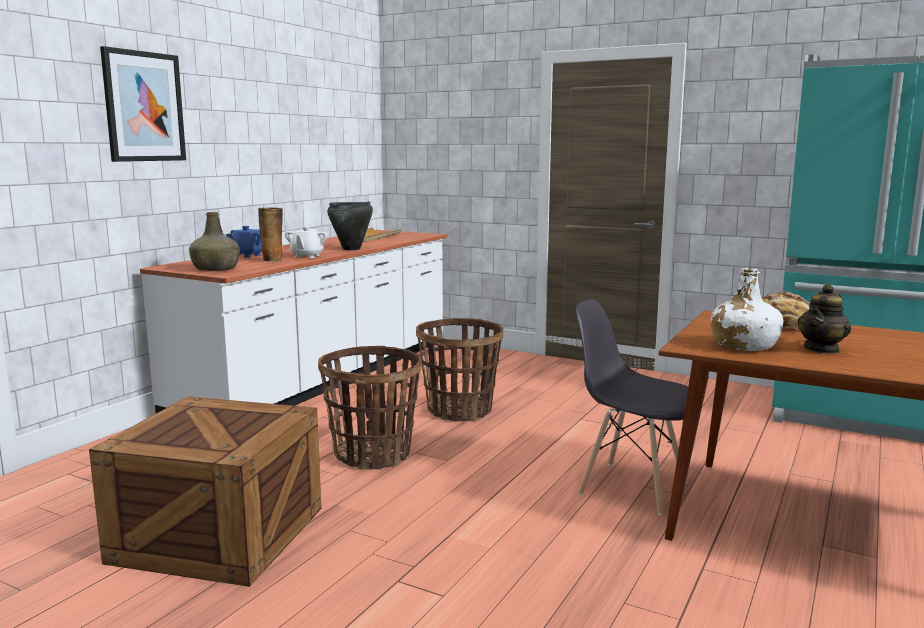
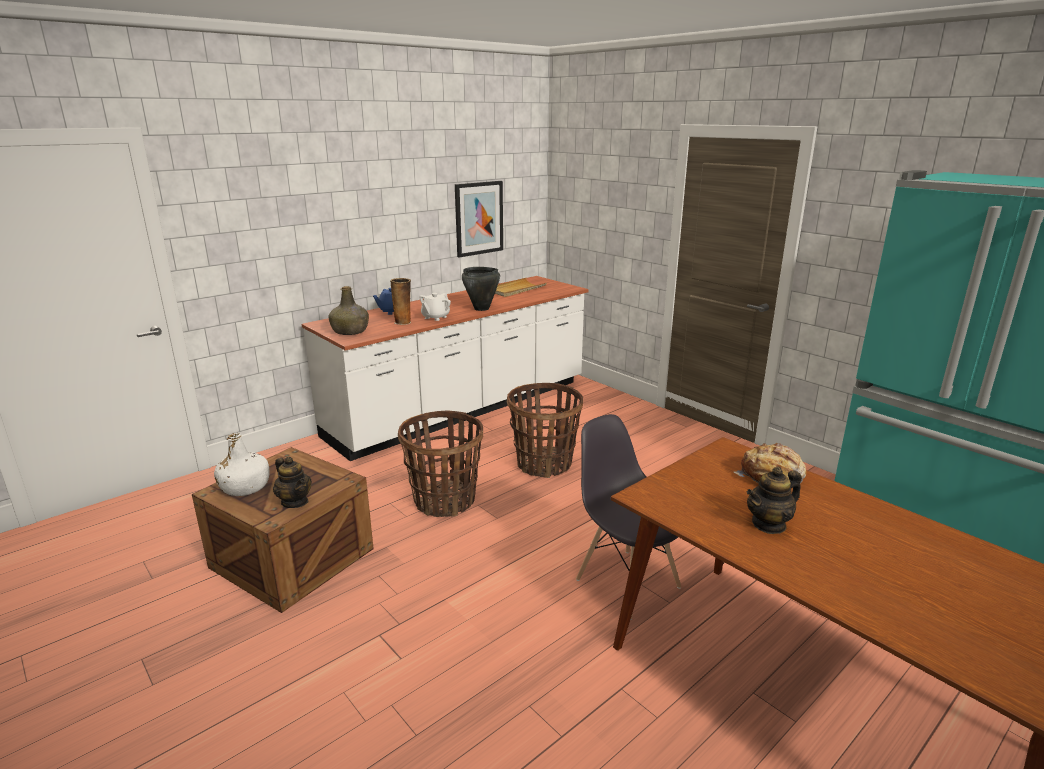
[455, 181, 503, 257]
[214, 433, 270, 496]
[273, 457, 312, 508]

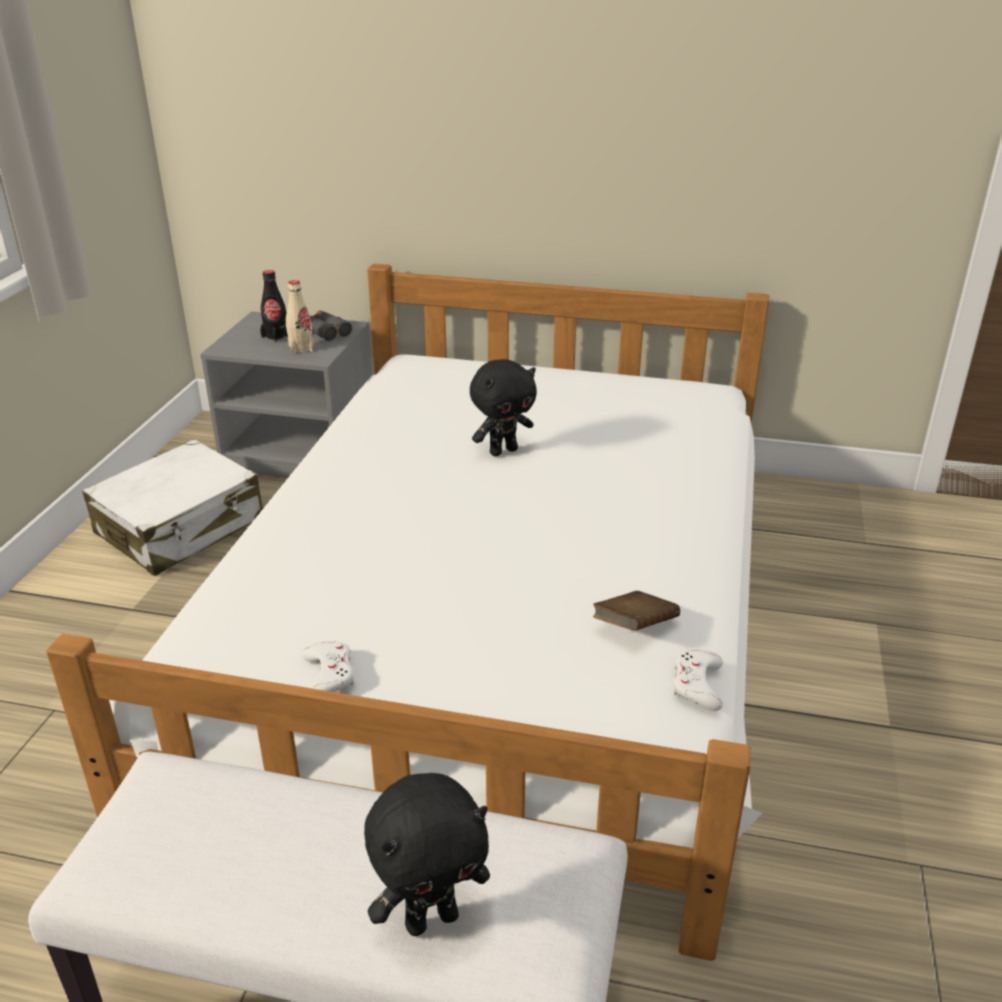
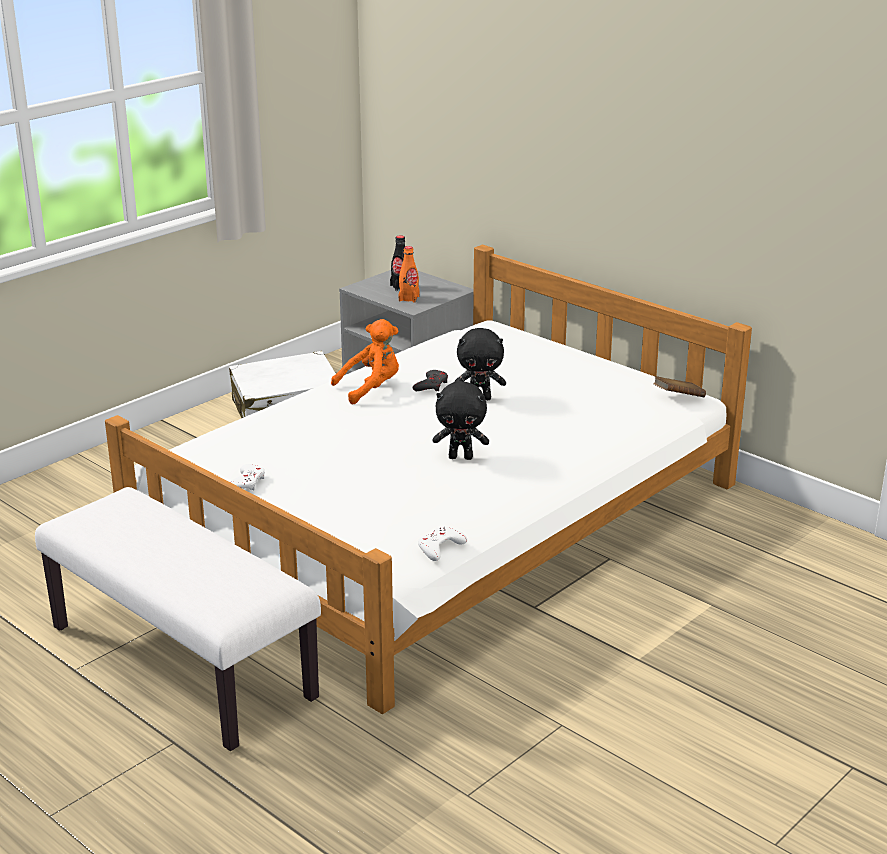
[398, 246, 419, 303]
[310, 310, 352, 341] (first image)
[653, 376, 706, 397]
[433, 381, 489, 460]
[331, 319, 399, 404]
[413, 370, 448, 391]

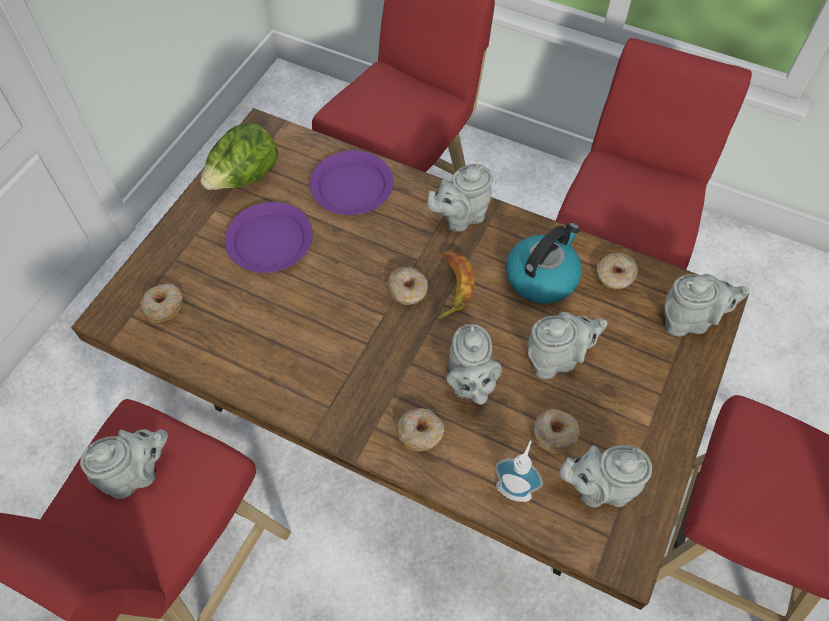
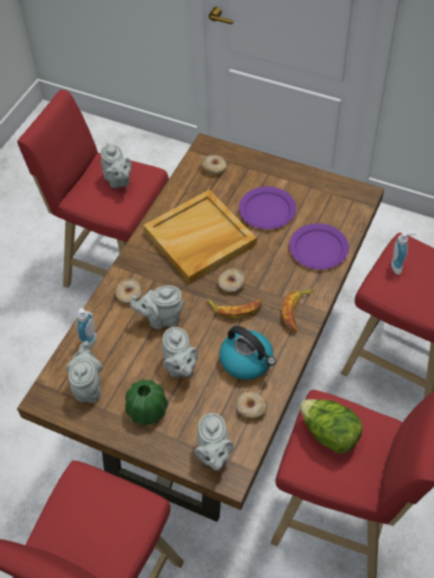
[300, 399, 363, 453]
[282, 289, 314, 333]
[532, 409, 579, 453] (first image)
[143, 190, 257, 284]
[391, 232, 415, 275]
[125, 379, 168, 426]

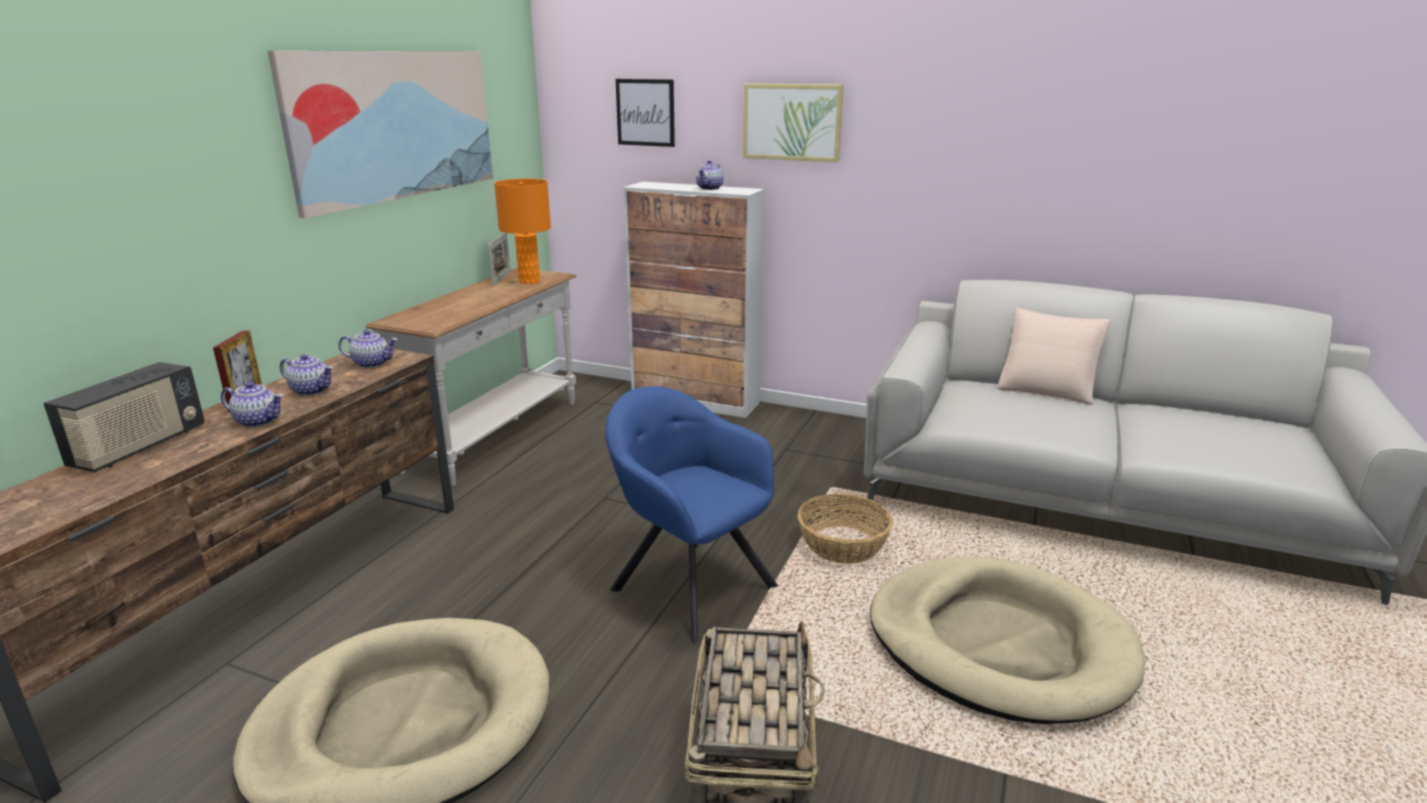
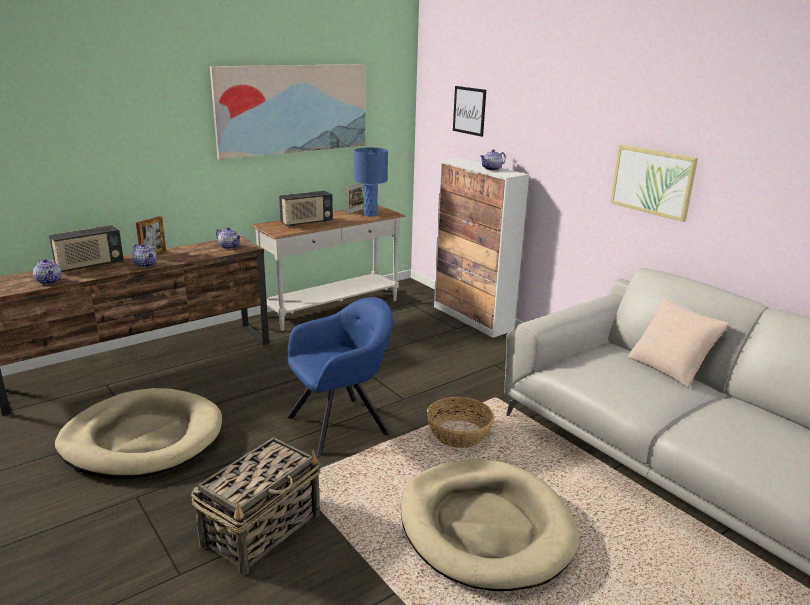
[610, 145, 698, 222]
[354, 147, 388, 217]
[33, 259, 62, 285]
[286, 297, 393, 458]
[279, 191, 333, 226]

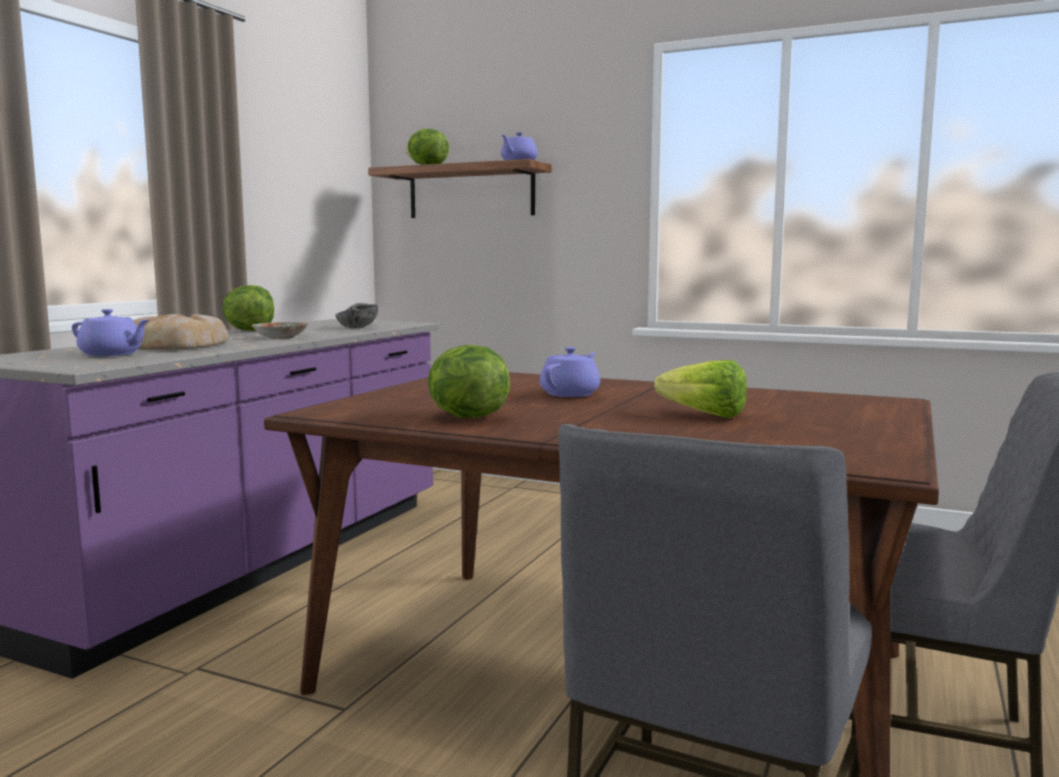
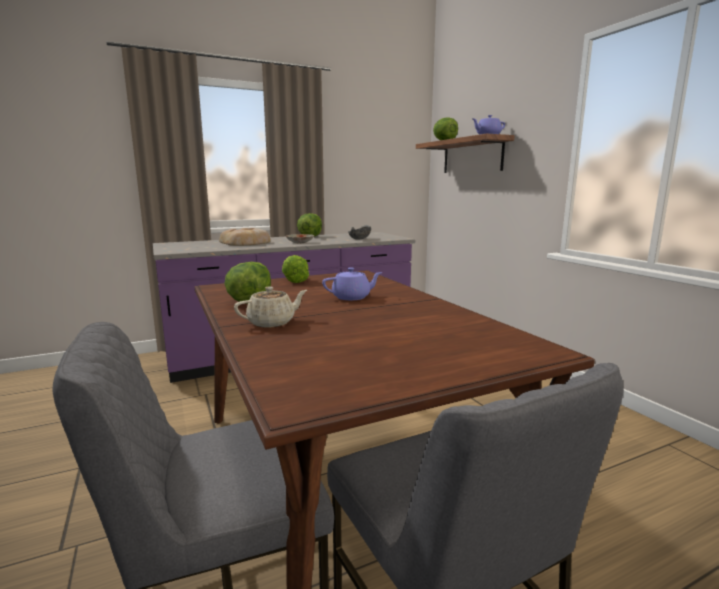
[72, 309, 150, 356] (first image)
[282, 255, 309, 283]
[234, 287, 307, 328]

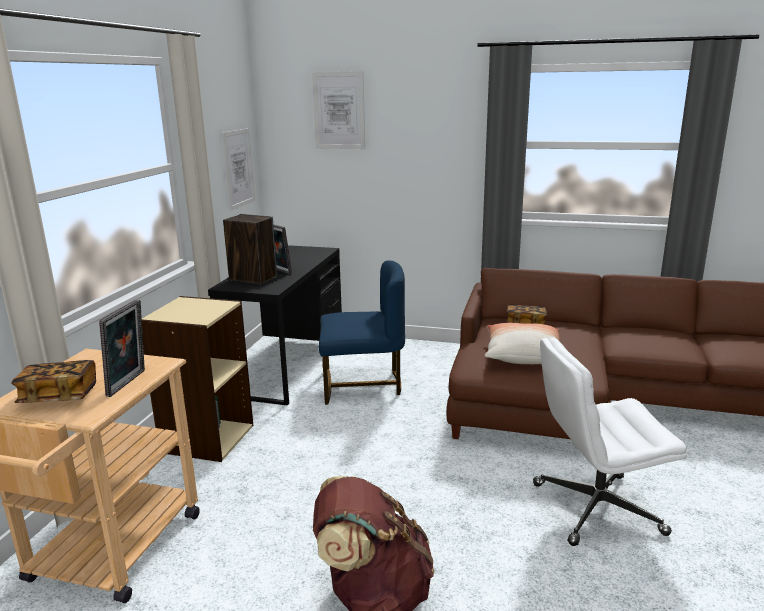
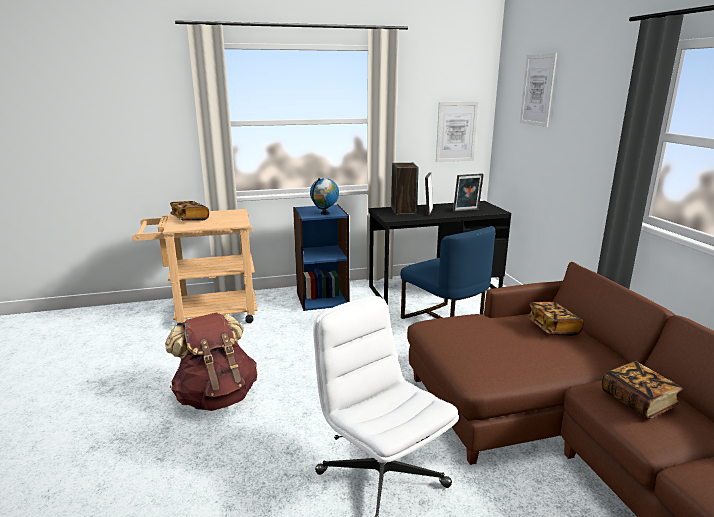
[293, 204, 350, 311]
[453, 173, 484, 212]
[485, 323, 560, 364] (first image)
[310, 178, 339, 215]
[602, 361, 682, 419]

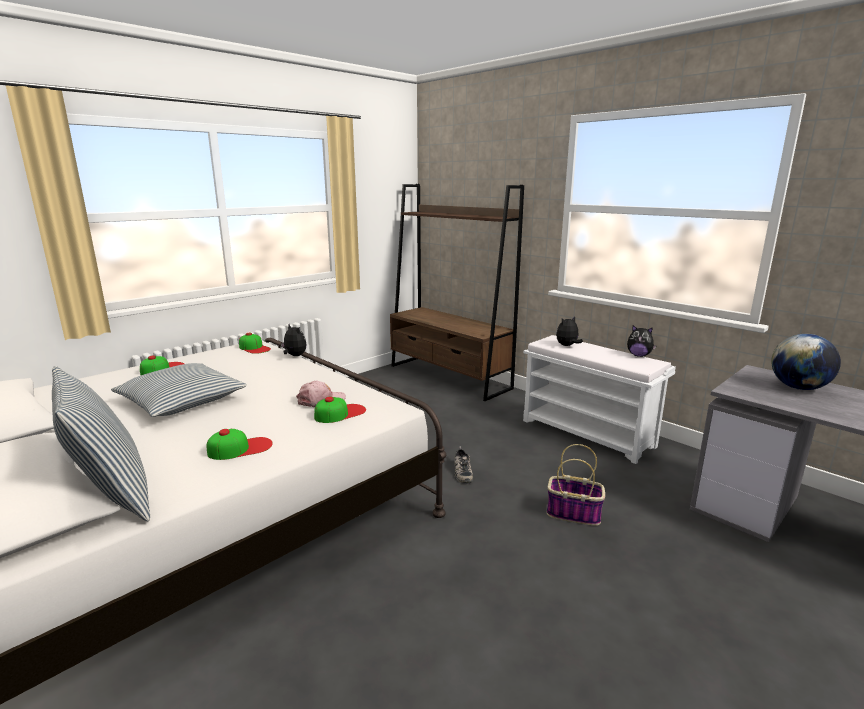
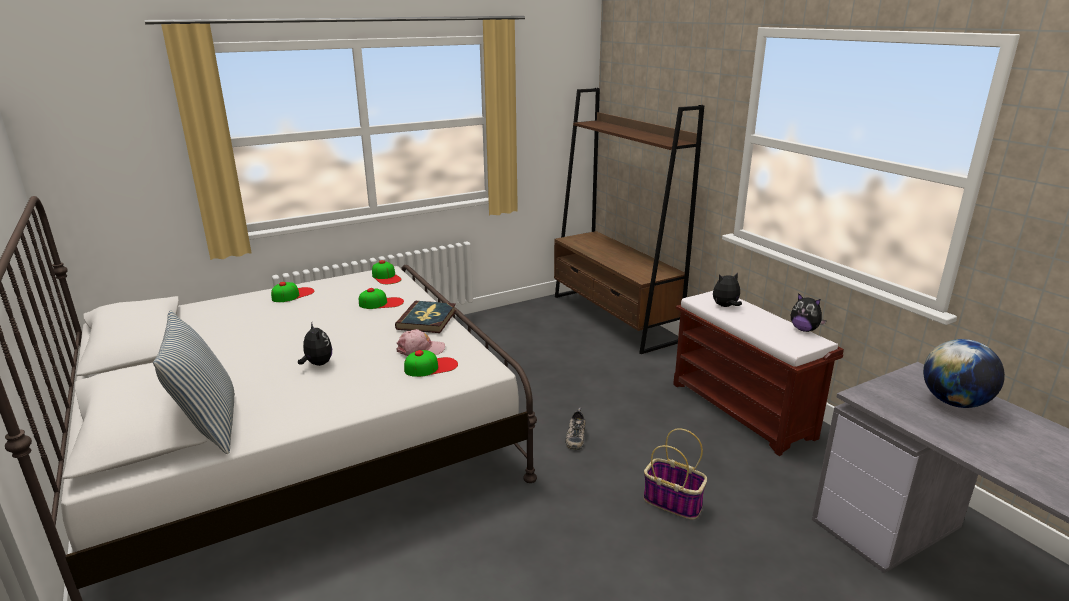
[298, 323, 332, 366]
[673, 291, 844, 456]
[111, 363, 247, 417] (first image)
[359, 288, 404, 309]
[395, 301, 456, 333]

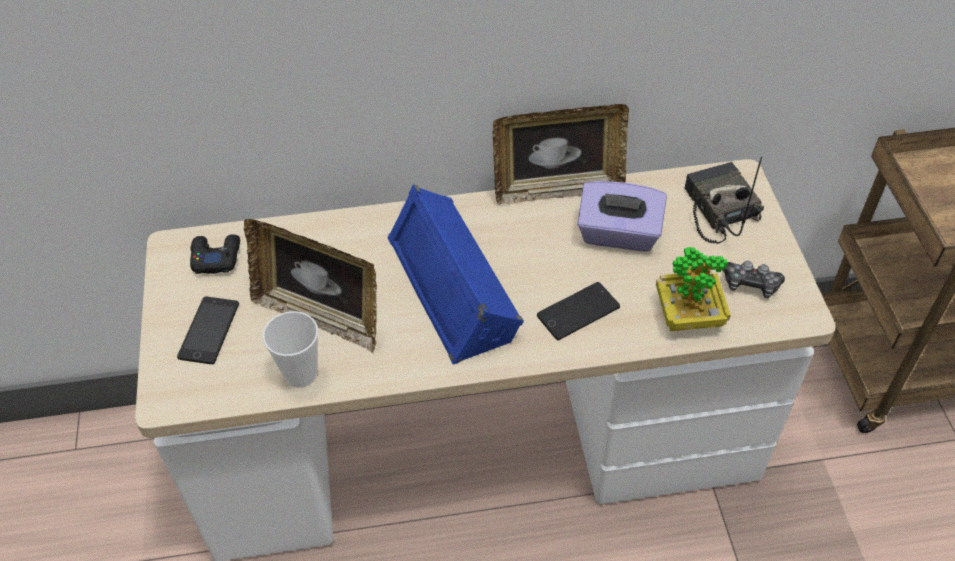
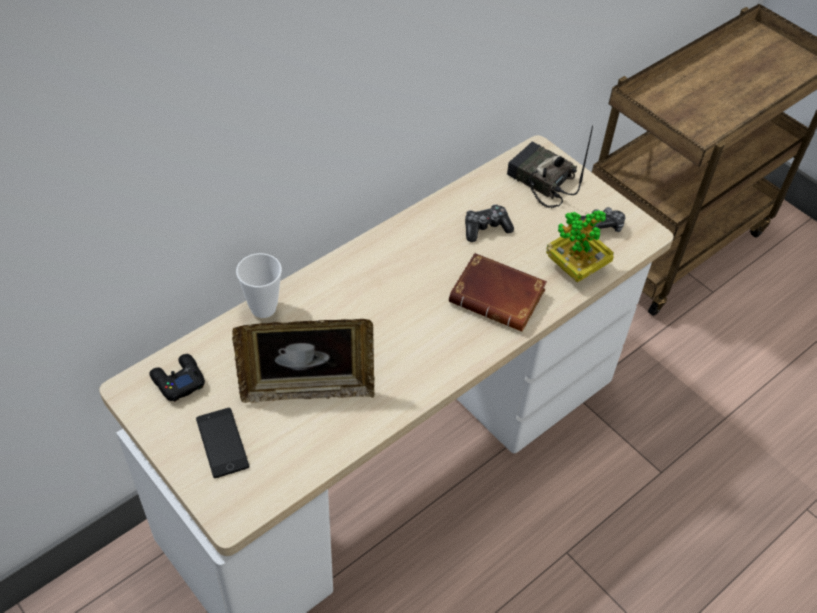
[493, 104, 629, 205] (first image)
[465, 204, 514, 242]
[387, 184, 524, 365] (first image)
[449, 253, 547, 332]
[236, 253, 282, 318]

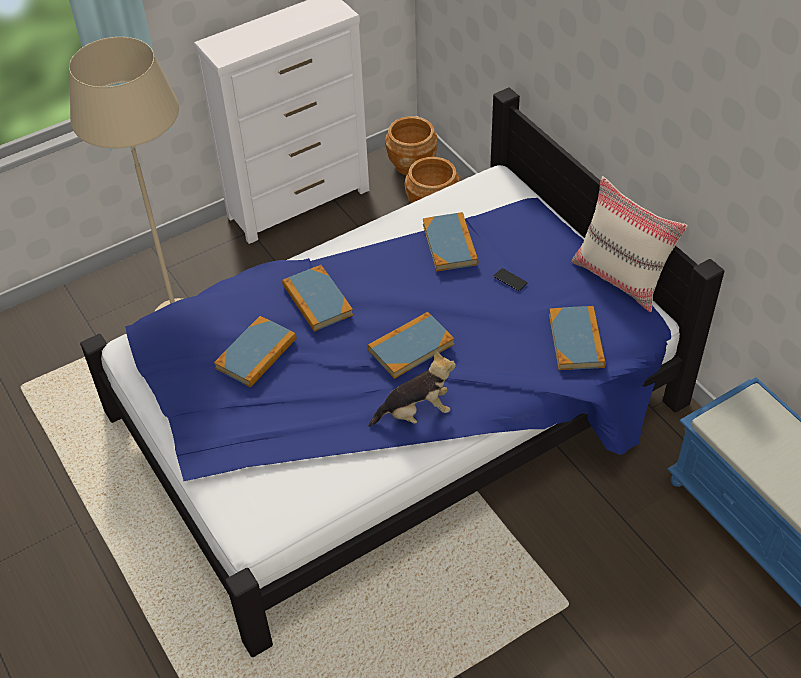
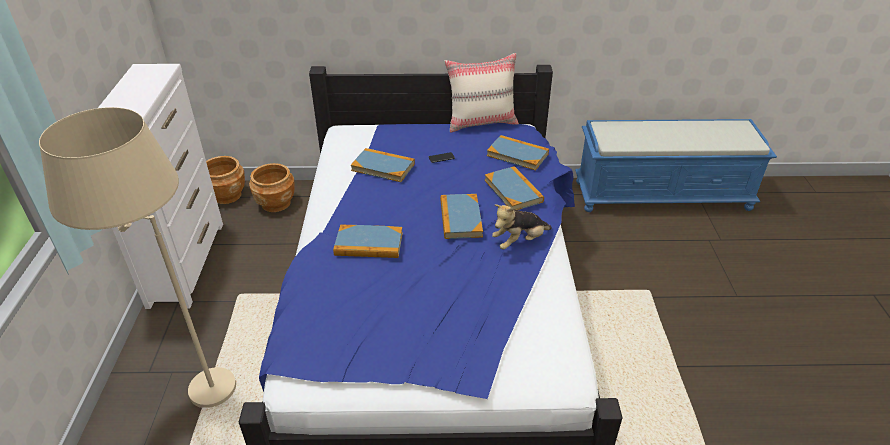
[484, 166, 544, 210]
[492, 204, 552, 250]

